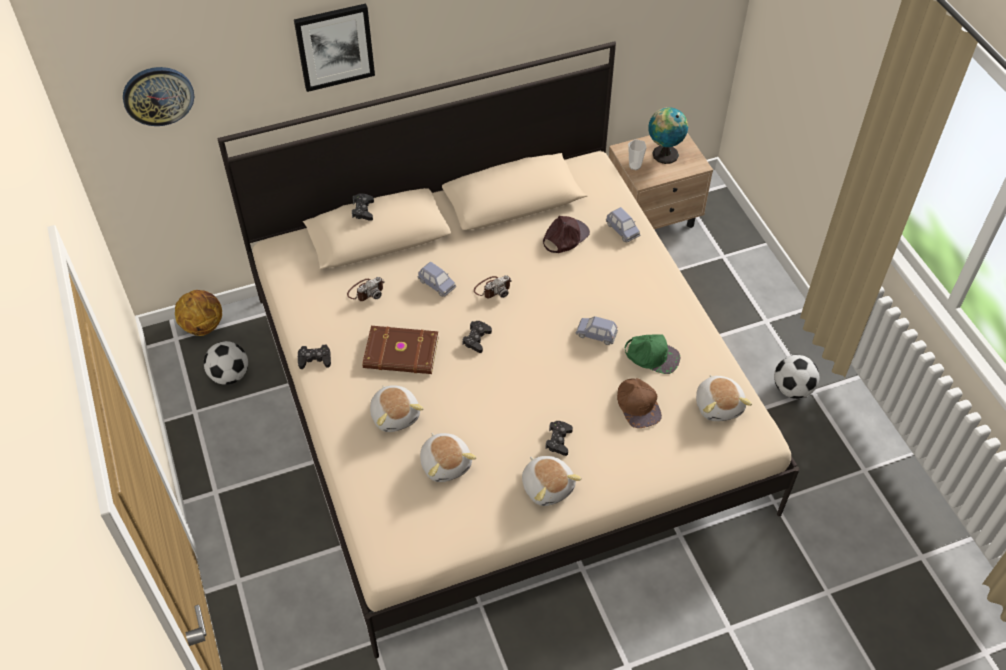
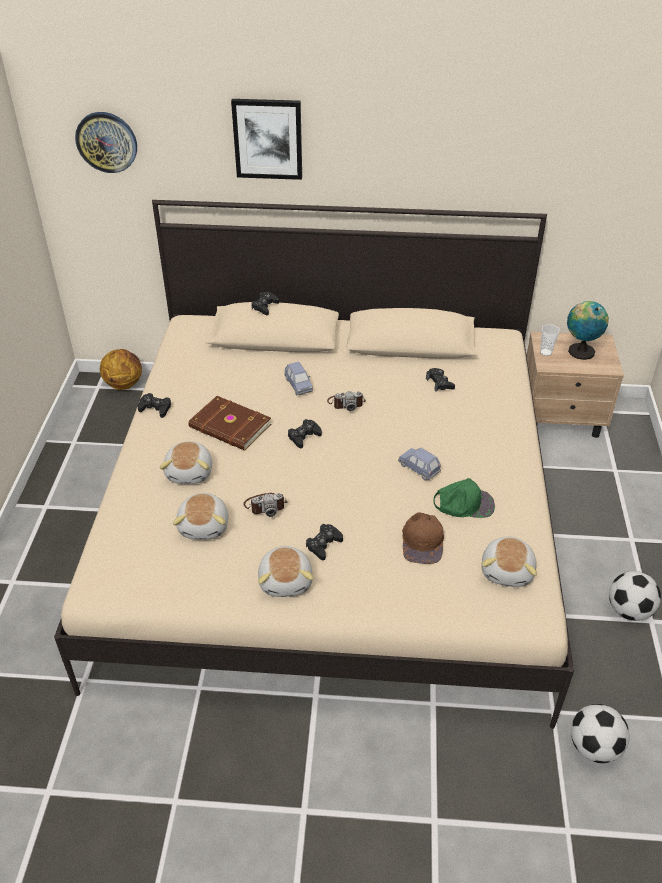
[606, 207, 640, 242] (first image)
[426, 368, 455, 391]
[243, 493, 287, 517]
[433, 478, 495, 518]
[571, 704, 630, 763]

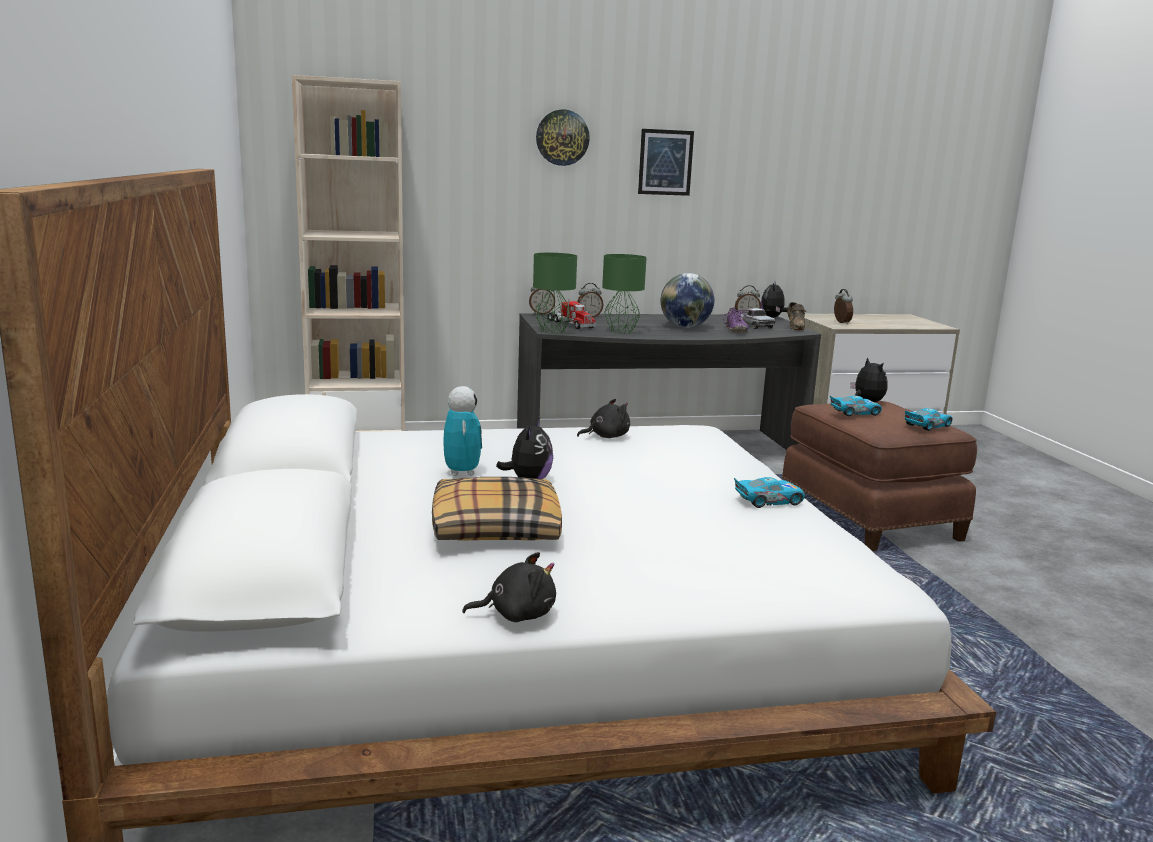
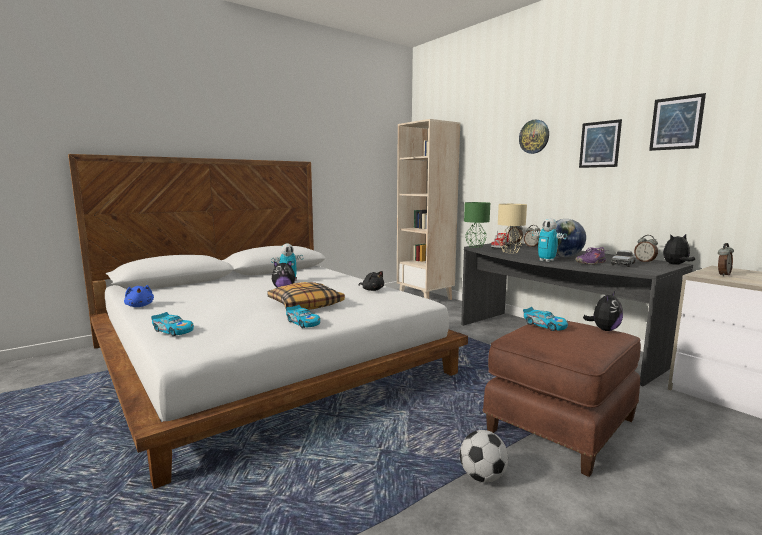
[498, 204, 527, 253]
[787, 302, 806, 330] (first image)
[151, 312, 194, 336]
[267, 282, 345, 310]
[124, 285, 154, 307]
[649, 93, 706, 151]
[532, 218, 567, 262]
[460, 430, 508, 483]

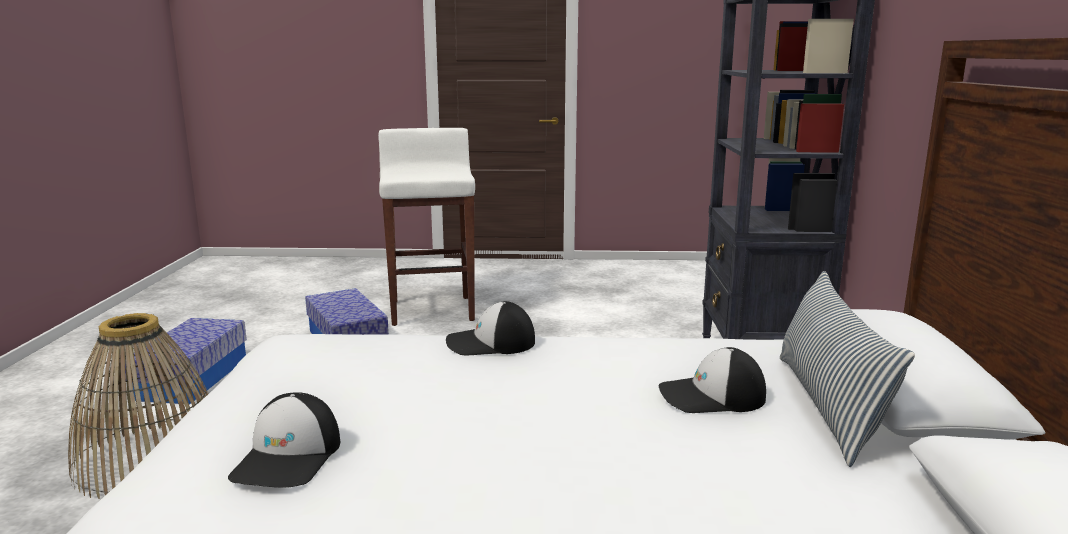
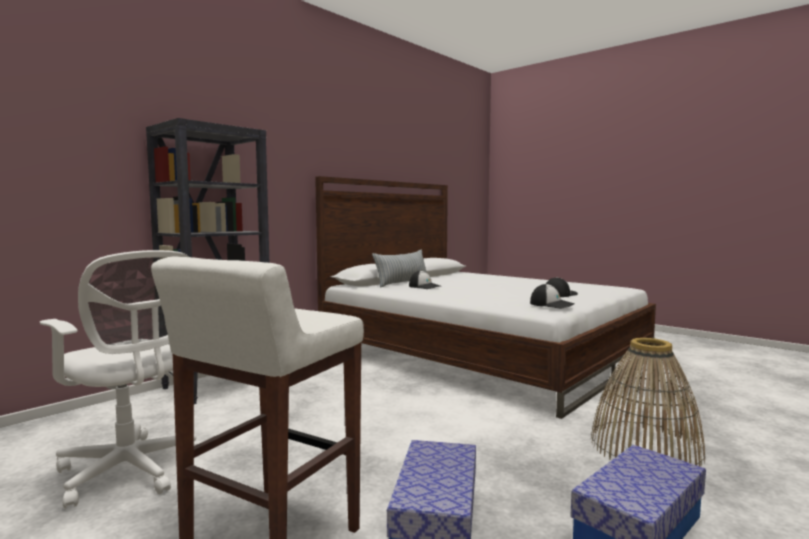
[530, 284, 575, 308]
[40, 250, 202, 509]

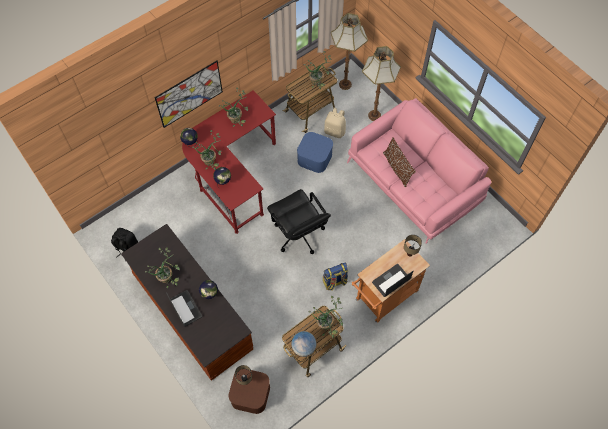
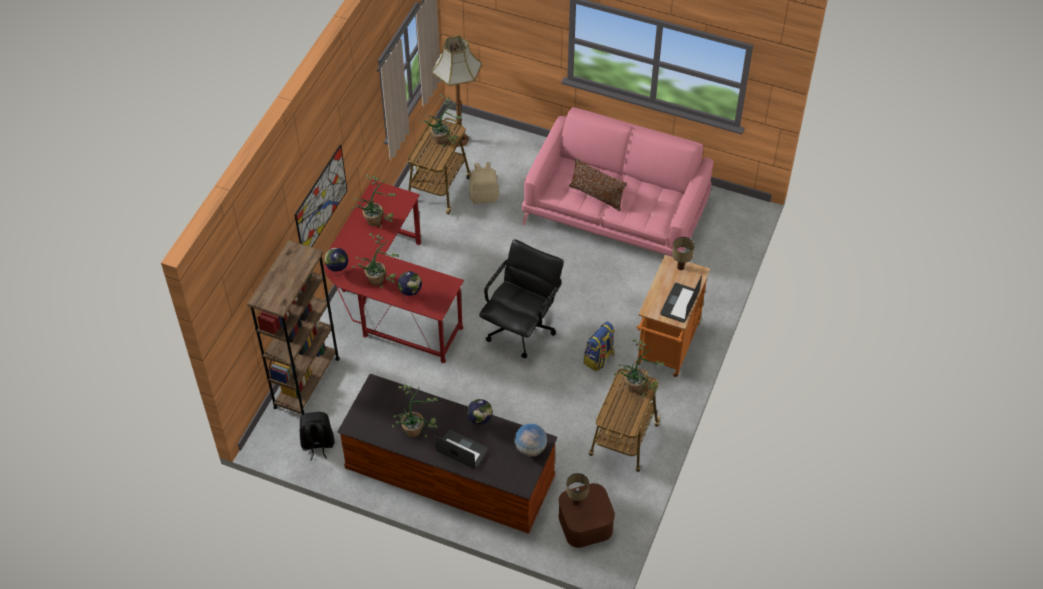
[362, 46, 401, 121] (first image)
[297, 132, 333, 173] (first image)
[479, 239, 564, 358]
[514, 424, 547, 457]
[247, 240, 340, 415]

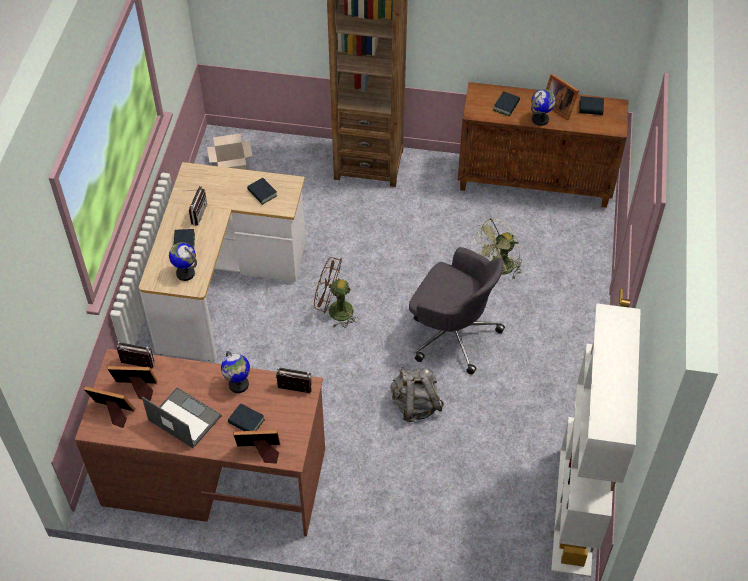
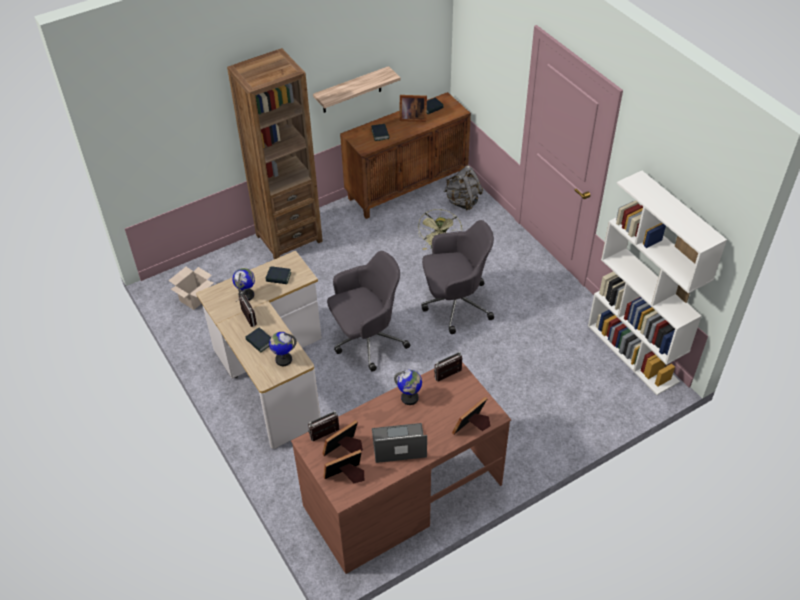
[233, 268, 255, 301]
[327, 251, 411, 372]
[444, 166, 483, 211]
[228, 403, 265, 431] (first image)
[313, 66, 401, 113]

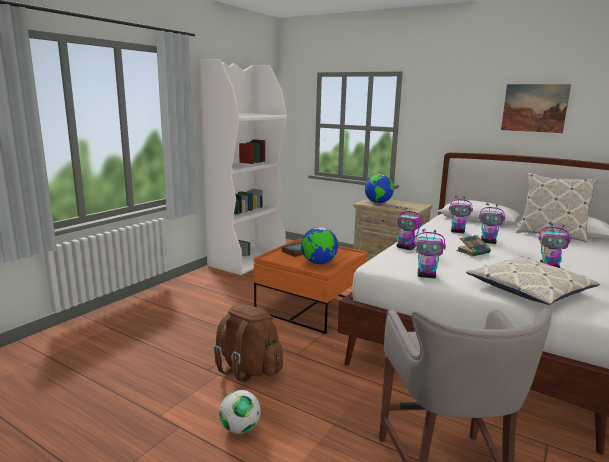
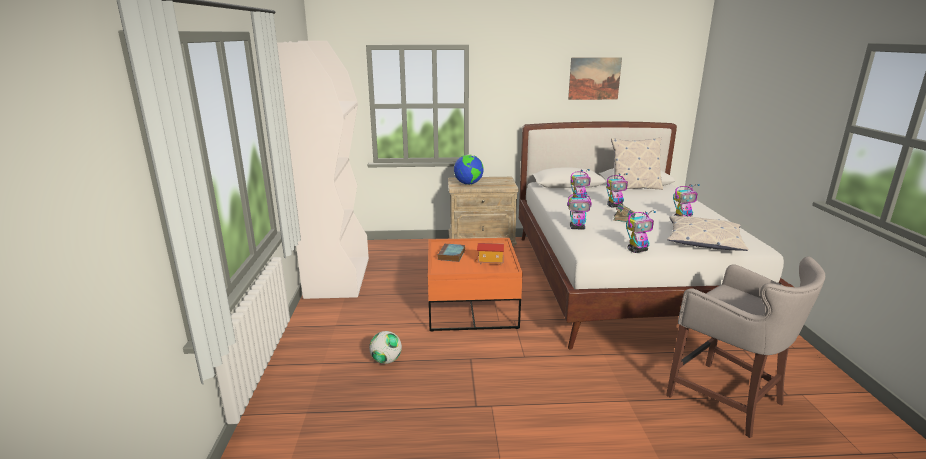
[474, 243, 504, 265]
[213, 305, 283, 382] (first image)
[369, 331, 402, 364]

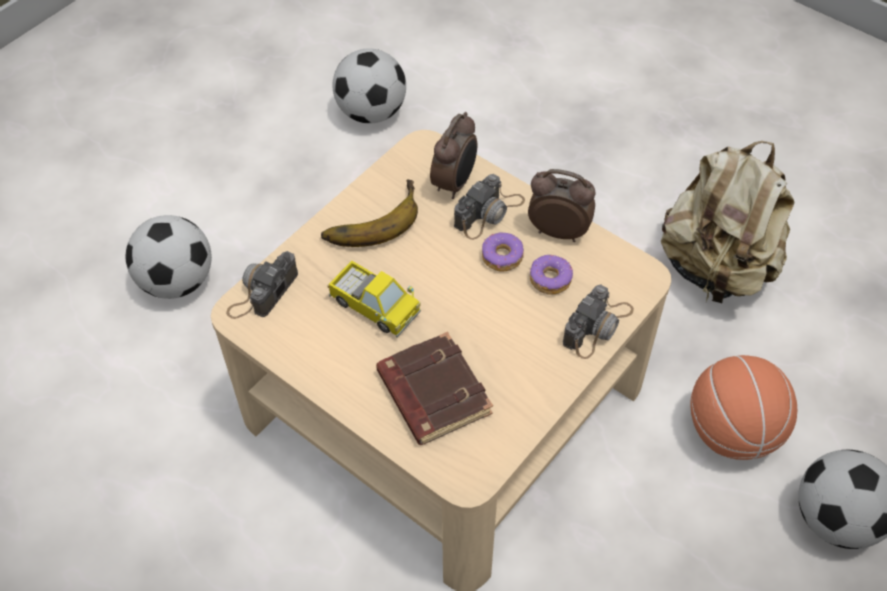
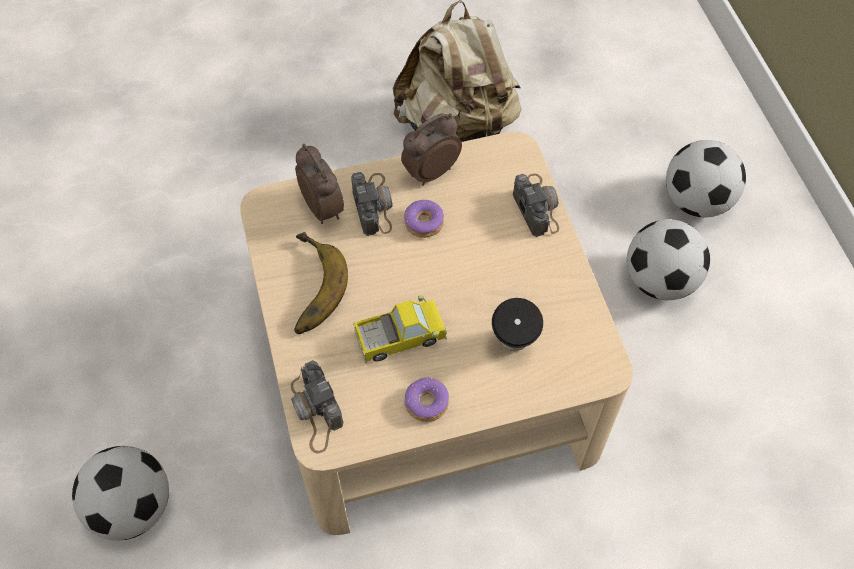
[627, 219, 710, 300]
[404, 377, 449, 422]
[492, 298, 543, 351]
[690, 355, 797, 460] (first image)

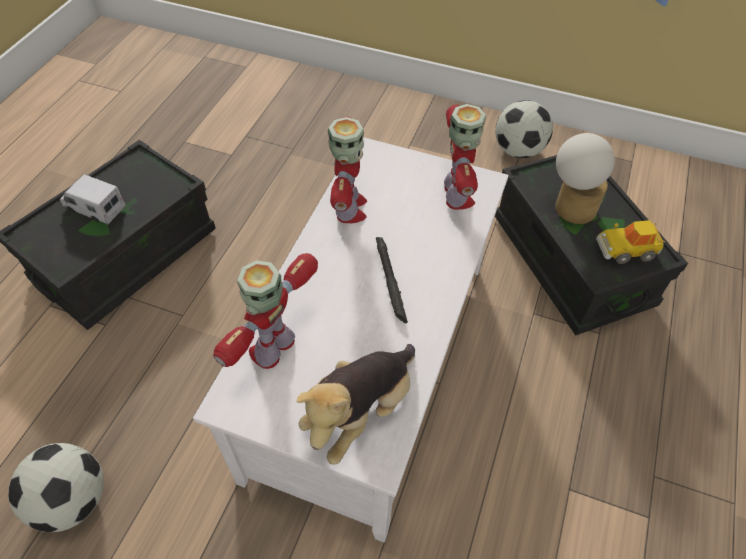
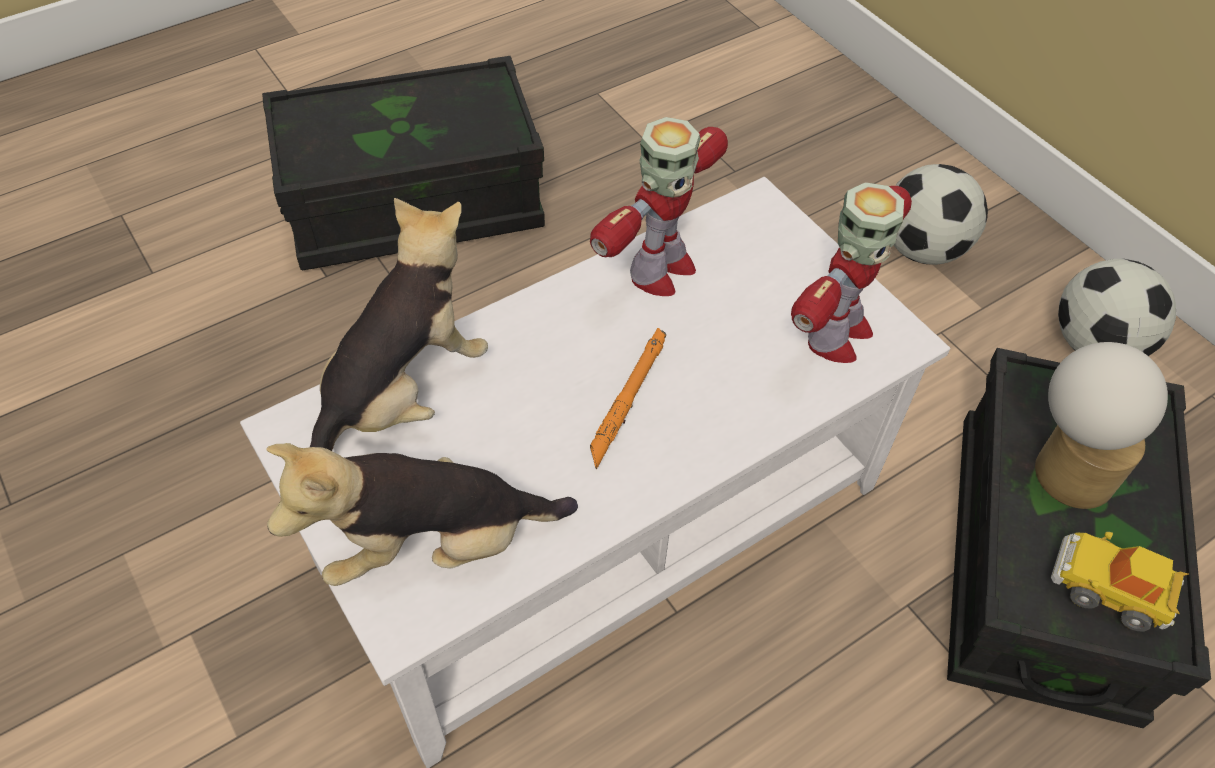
[60, 174, 126, 225] (first image)
[590, 328, 666, 469]
[310, 198, 488, 451]
[894, 164, 988, 265]

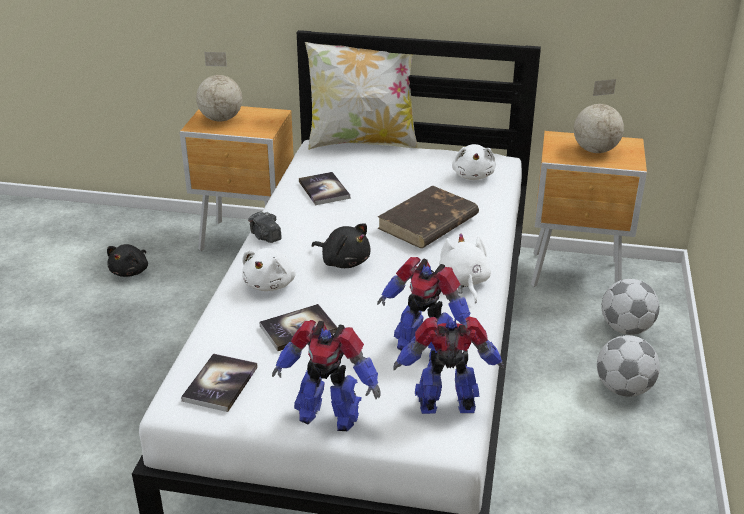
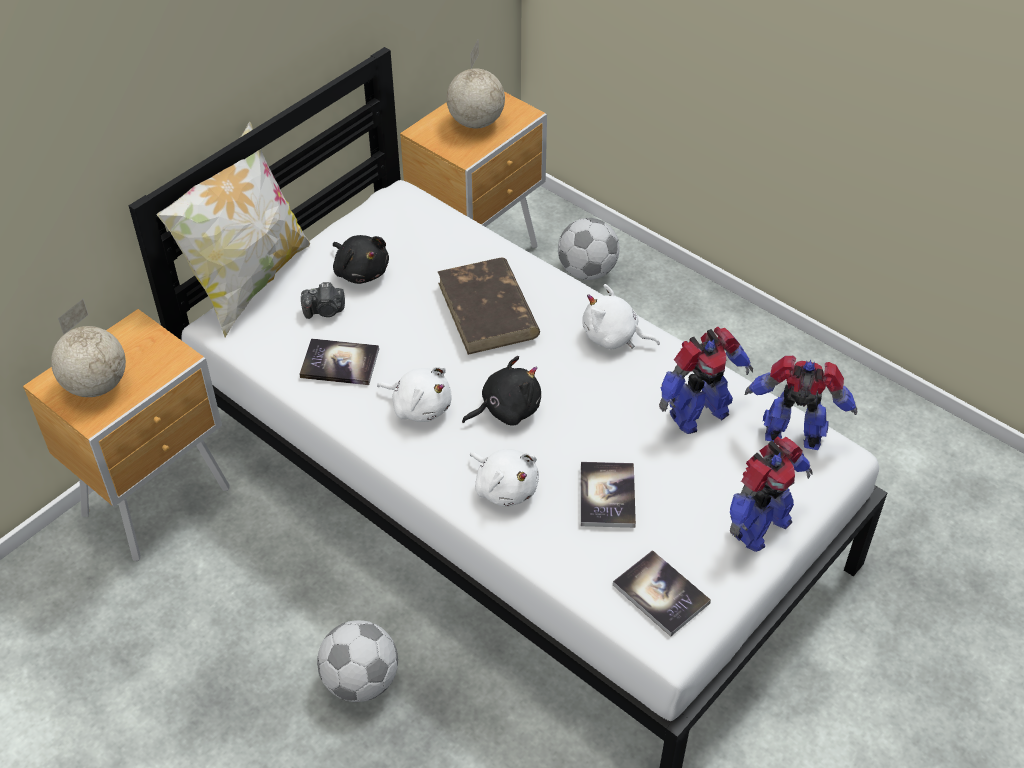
[377, 366, 452, 422]
[301, 282, 345, 319]
[333, 235, 389, 284]
[745, 356, 857, 450]
[317, 620, 398, 702]

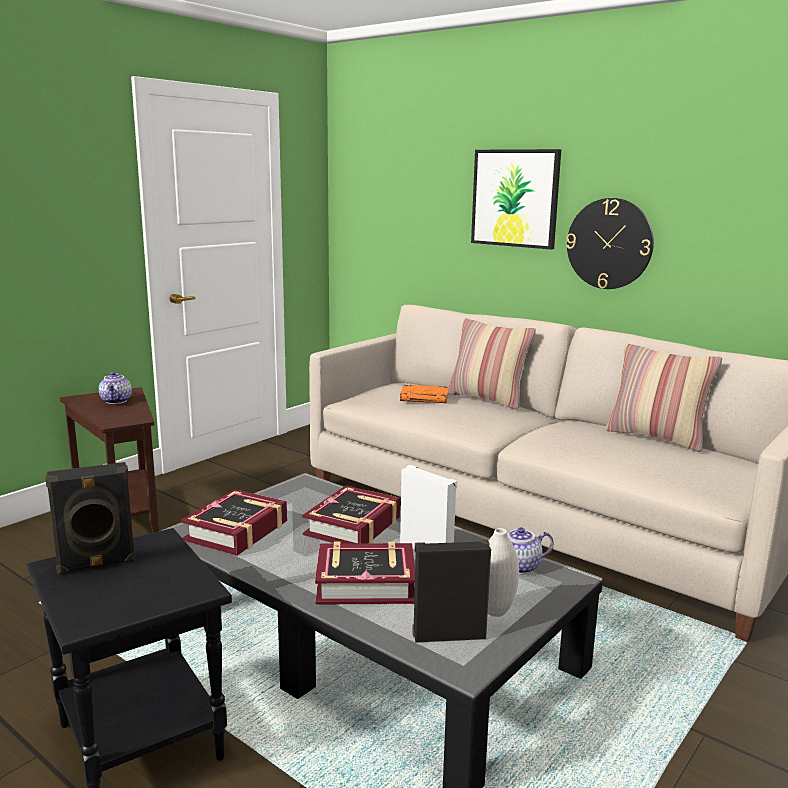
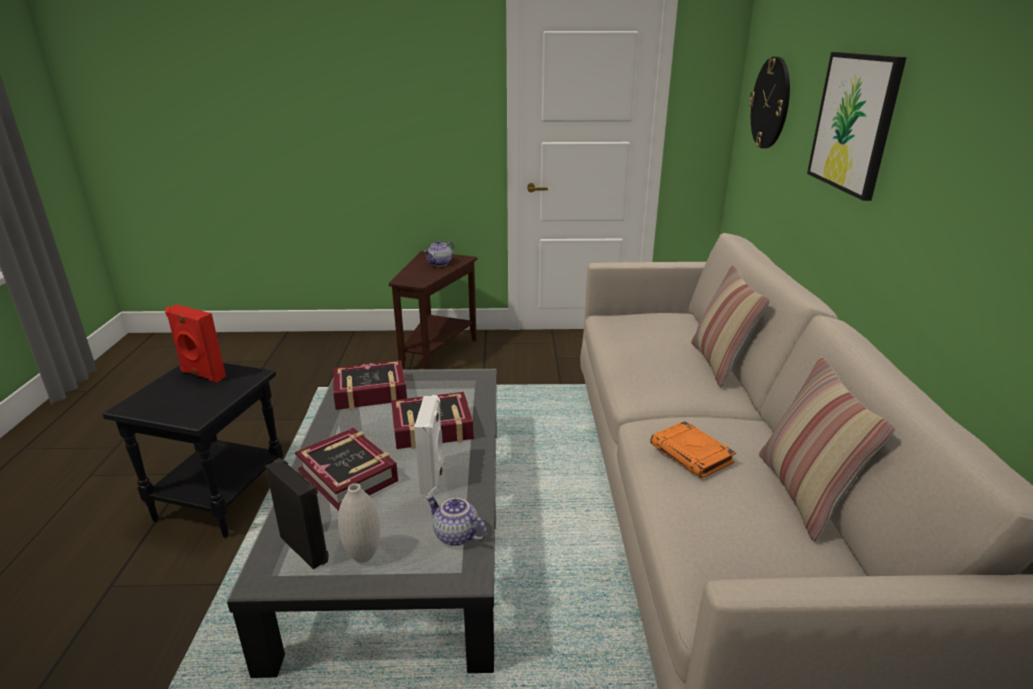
[749, 57, 790, 148]
[650, 421, 736, 479]
[165, 304, 226, 382]

